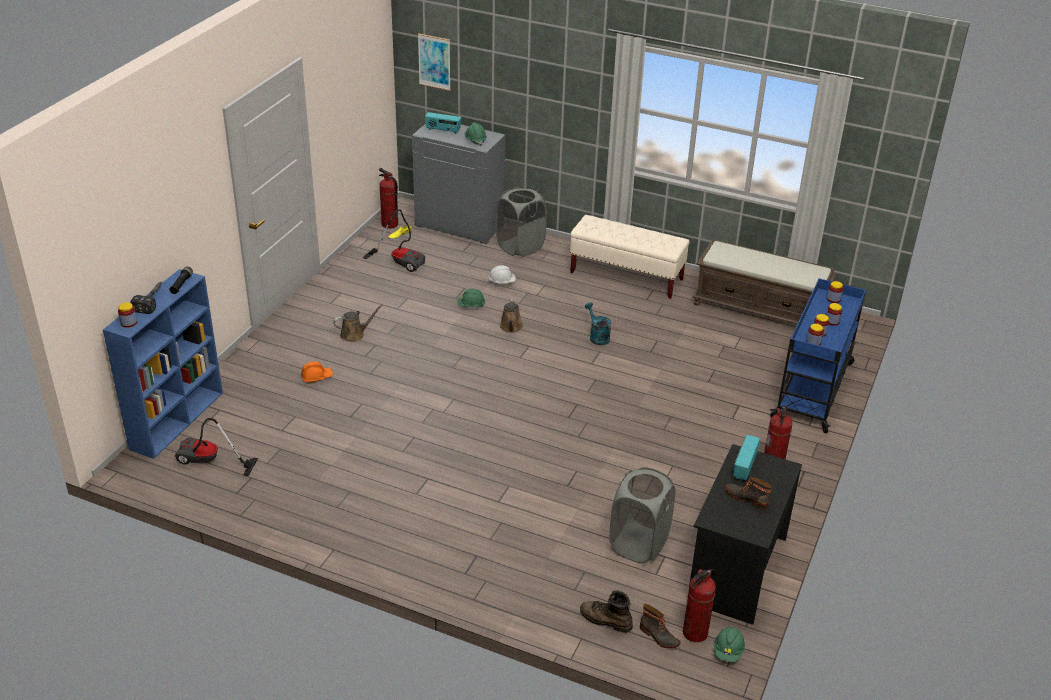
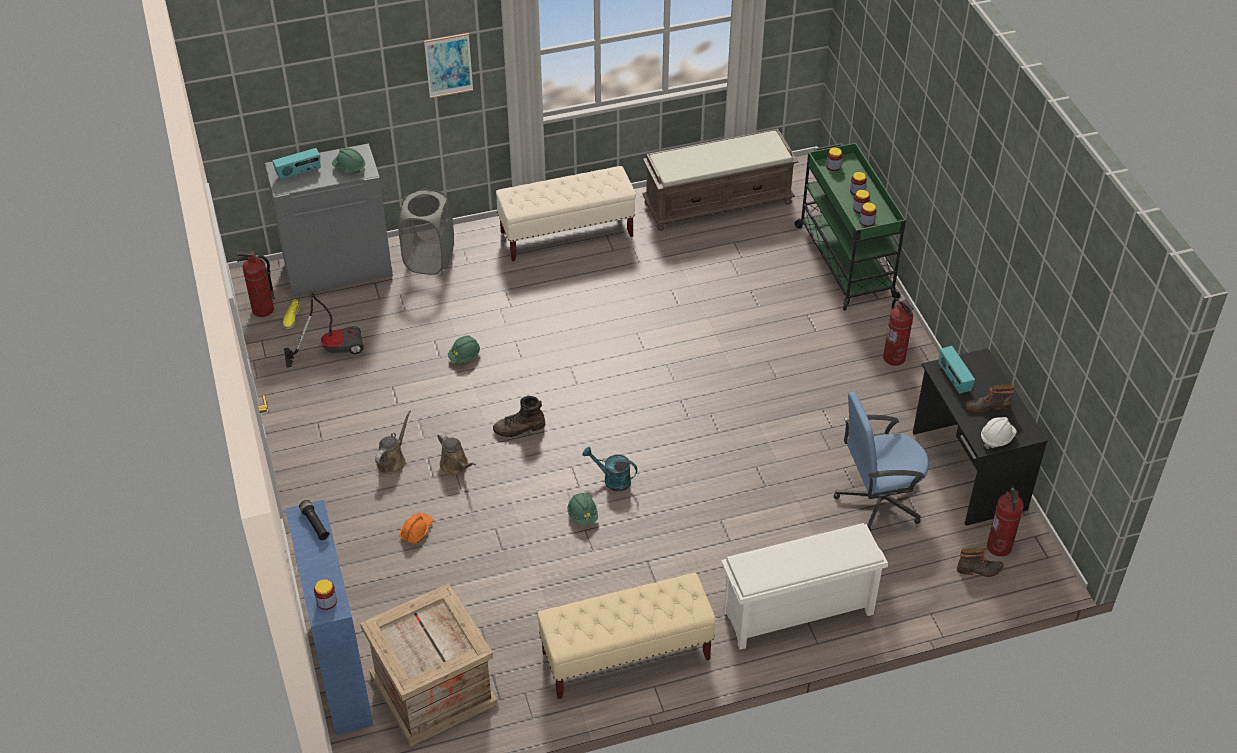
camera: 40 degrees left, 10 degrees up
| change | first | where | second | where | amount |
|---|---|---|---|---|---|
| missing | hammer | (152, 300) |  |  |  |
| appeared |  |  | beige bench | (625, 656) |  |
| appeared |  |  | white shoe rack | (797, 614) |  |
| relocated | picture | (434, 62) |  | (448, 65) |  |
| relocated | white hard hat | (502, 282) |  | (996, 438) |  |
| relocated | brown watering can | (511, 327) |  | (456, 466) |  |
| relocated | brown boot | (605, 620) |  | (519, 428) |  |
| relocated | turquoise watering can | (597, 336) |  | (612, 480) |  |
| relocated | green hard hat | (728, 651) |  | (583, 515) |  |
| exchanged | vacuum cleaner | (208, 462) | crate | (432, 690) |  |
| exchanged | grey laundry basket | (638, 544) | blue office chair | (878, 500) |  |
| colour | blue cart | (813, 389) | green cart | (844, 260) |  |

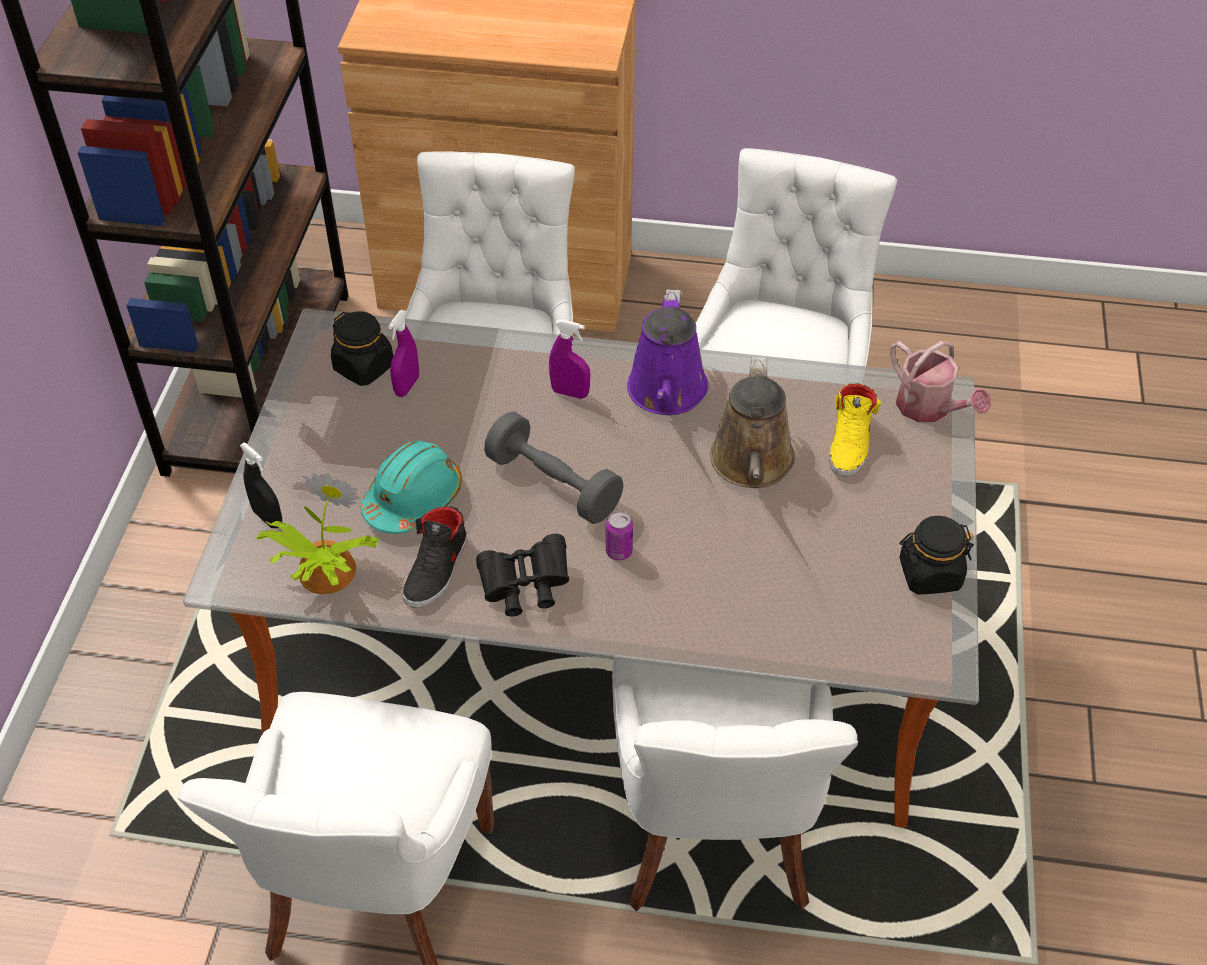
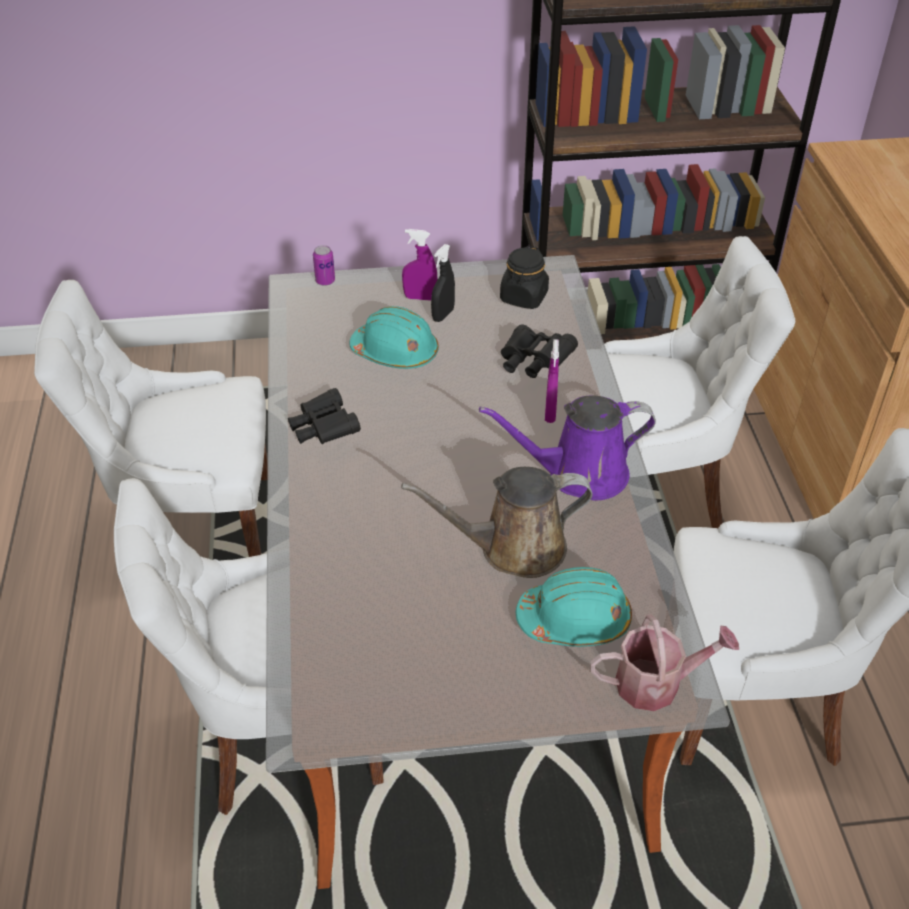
camera: 75 degrees right, 5 degrees down
| change | first | where | second | where | amount |
|---|---|---|---|---|---|
| missing | potted plant | (323, 572) |  |  |  |
| missing | black shoe | (437, 569) |  |  |  |
| missing | grey dumbbell | (553, 484) |  |  |  |
| missing | black jar | (929, 574) |  |  |  |
| appeared |  |  | black binoculars | (533, 363) |  |
| relocated | black spray bottle | (268, 518) |  | (443, 315) |  |
| relocated | purple spray bottle | (407, 386) |  | (420, 298) |  |
| relocated | can | (619, 551) |  | (325, 281) |  |
| exchanged | yellow shoe | (850, 443) | turquoise hard hat | (574, 620) |  |
| spun | watering can | (929, 408) |  | (657, 683) | 135 degrees counterclockwise |

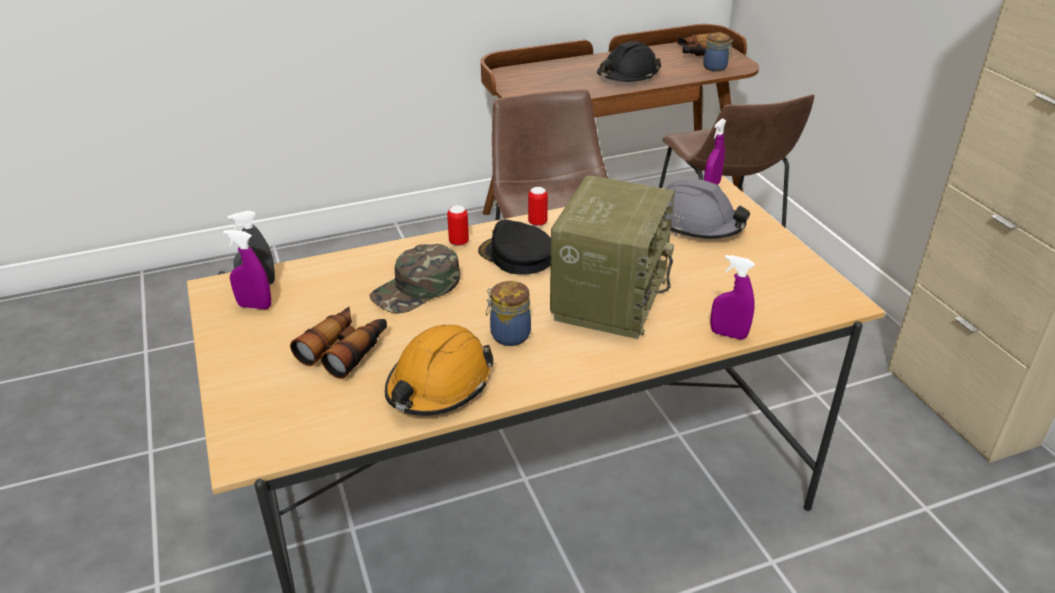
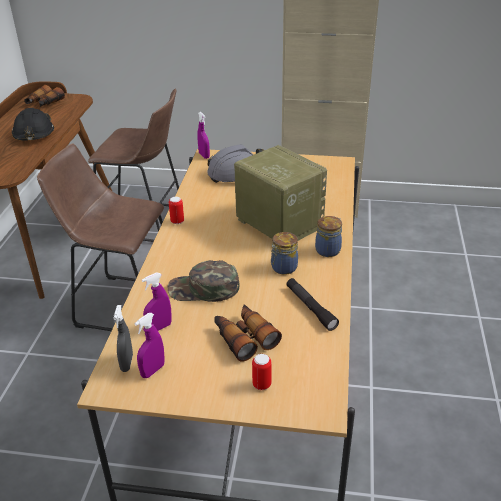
camera: 60 degrees left, 0 degrees up
| change | first | where | second | where | amount |
|---|---|---|---|---|---|
| missing | black cap | (517, 256) |  |  |  |
| relocated | can | (459, 242) |  | (262, 384) |  |
| relocated | jar | (716, 68) |  | (328, 250) |  |
| relocated | purple spray bottle | (728, 334) |  | (159, 328) |  |
| exchanged | orange hard hat | (439, 385) | black flashlight | (310, 308) |  |
| spun | green cap | (417, 289) |  | (203, 289) | 105 degrees clockwise |

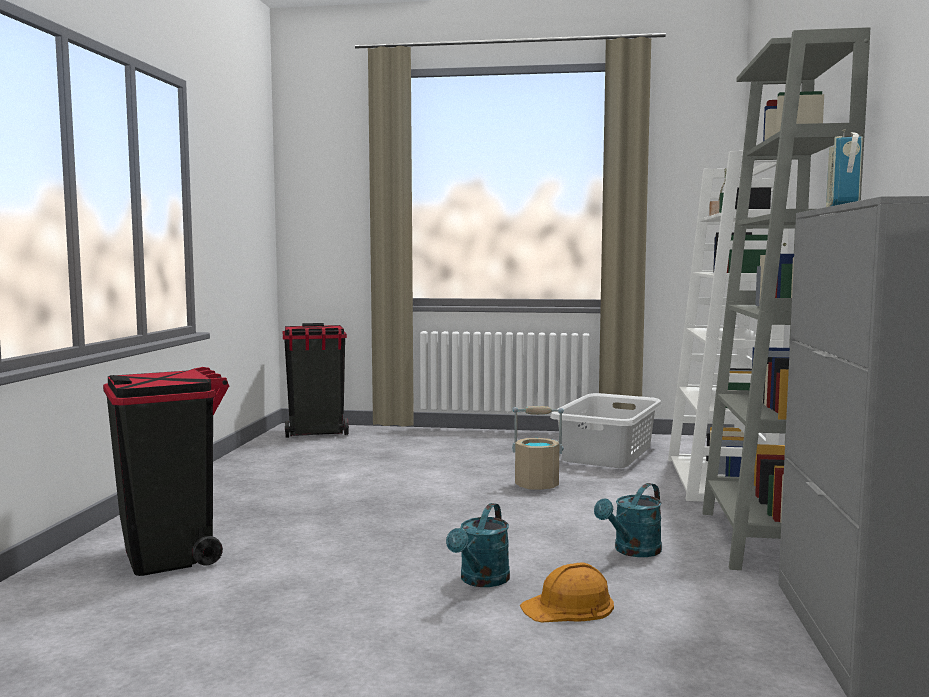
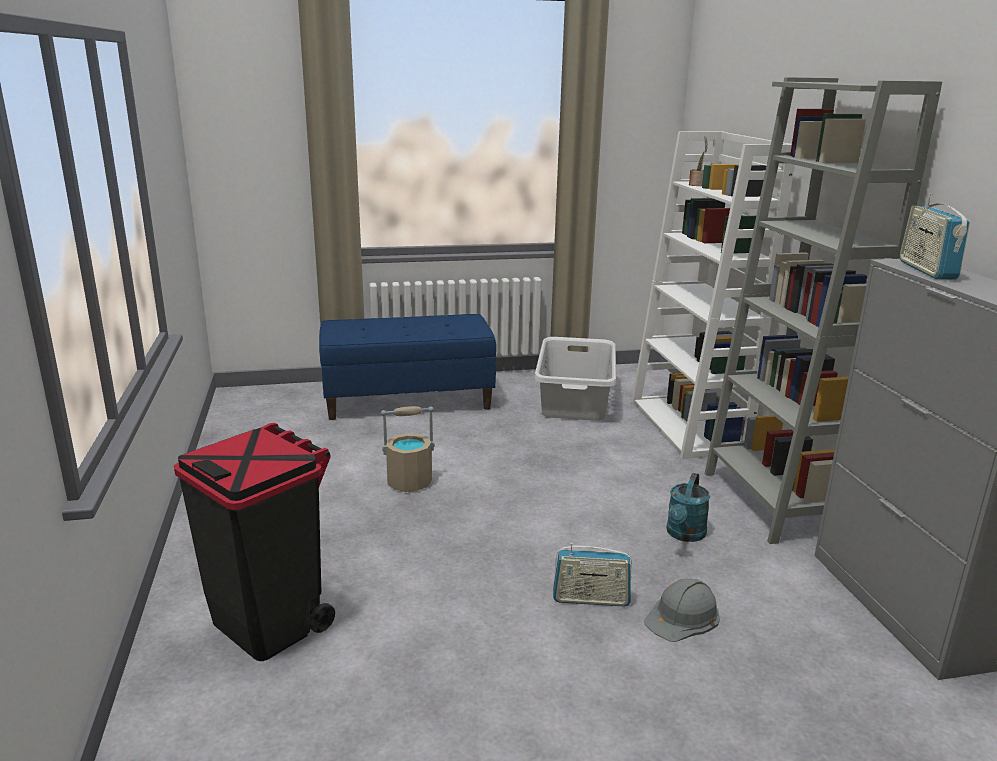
camera: 20 degrees left, 15 degrees up
| change | first | where | second | where | amount |
|---|---|---|---|---|---|
| missing | black trash can | (316, 433) |  |  |  |
| appeared |  |  | blue bench | (408, 400) |  |
| relocated | beige bucket | (537, 485) |  | (410, 482) |  |
| exchanged | turquoise watering can | (481, 581) | radio | (591, 599) |  |
| colour | orange hard hat | (569, 606) | grey hard hat | (683, 616) |  |

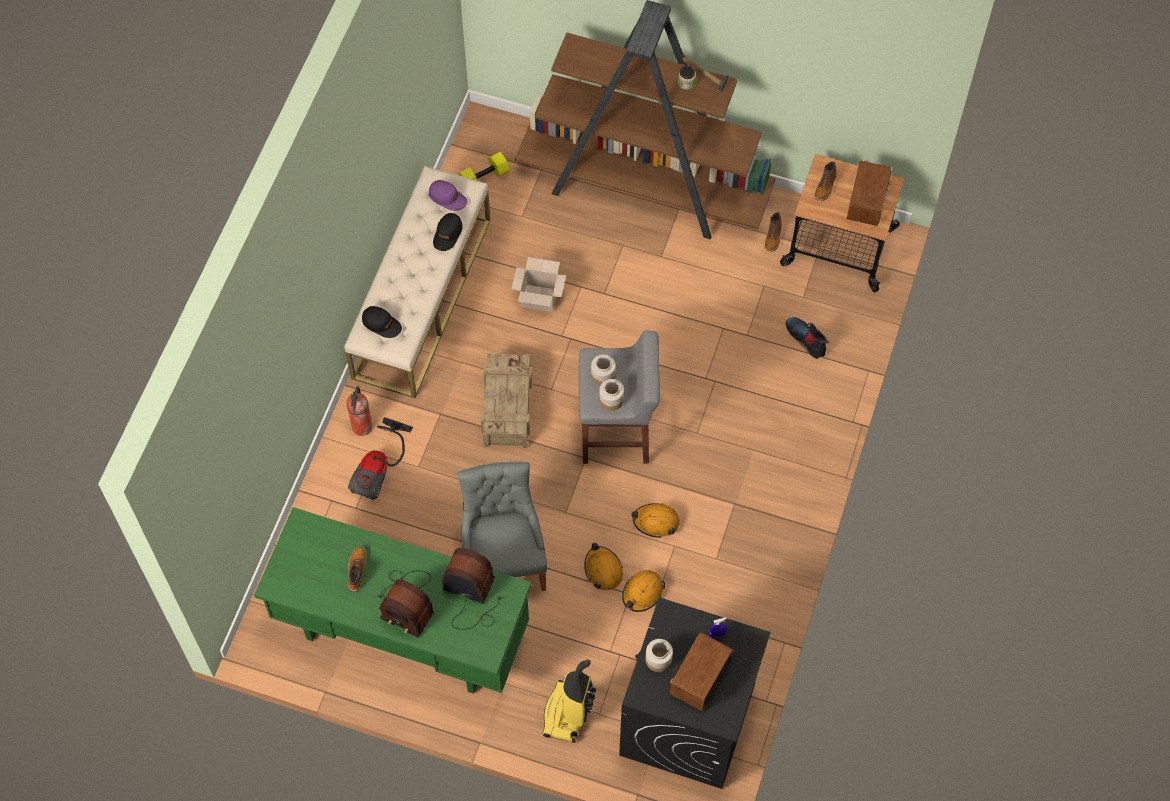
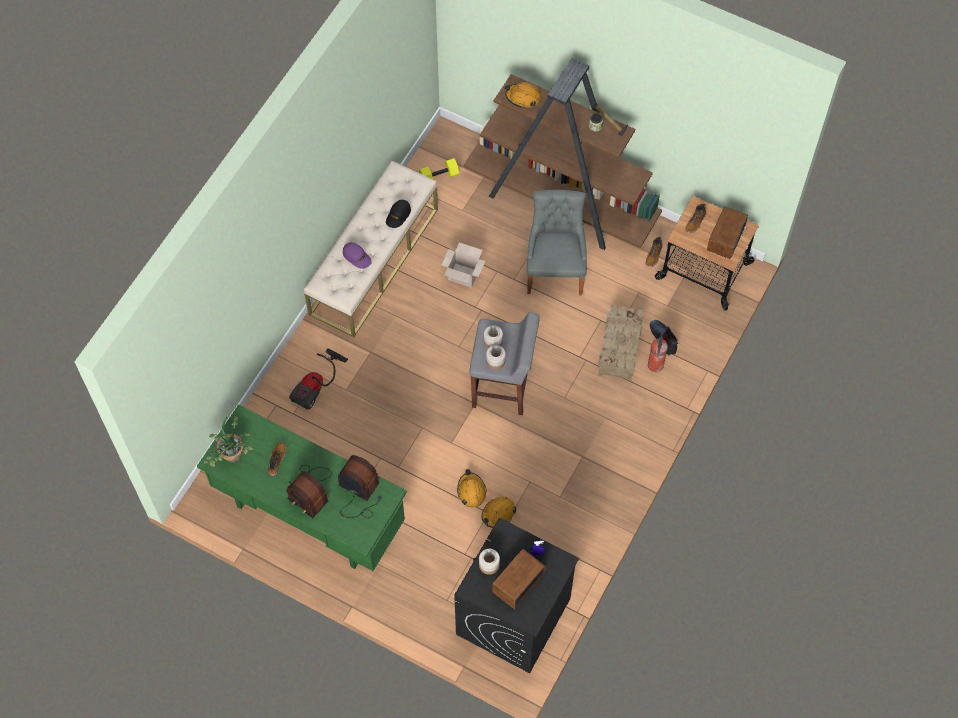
camera: 10 degrees right, 0 degrees up
| change | first | where | second | where | amount |
|---|---|---|---|---|---|
| missing | black cap | (382, 324) |  |  |  |
| missing | vacuum cleaner | (567, 713) |  |  |  |
| appeared |  |  | potted plant | (231, 459) |  |
| relocated | fire extinguisher | (362, 428) |  | (655, 366) |  |
| relocated | purple cap | (448, 197) |  | (357, 257) |  |
| relocated | grey chair | (504, 561) |  | (555, 271) |  |
| relocated | crate | (506, 407) |  | (619, 347) |  |
| relocated | orange hard hat | (656, 521) |  | (523, 97) |  |

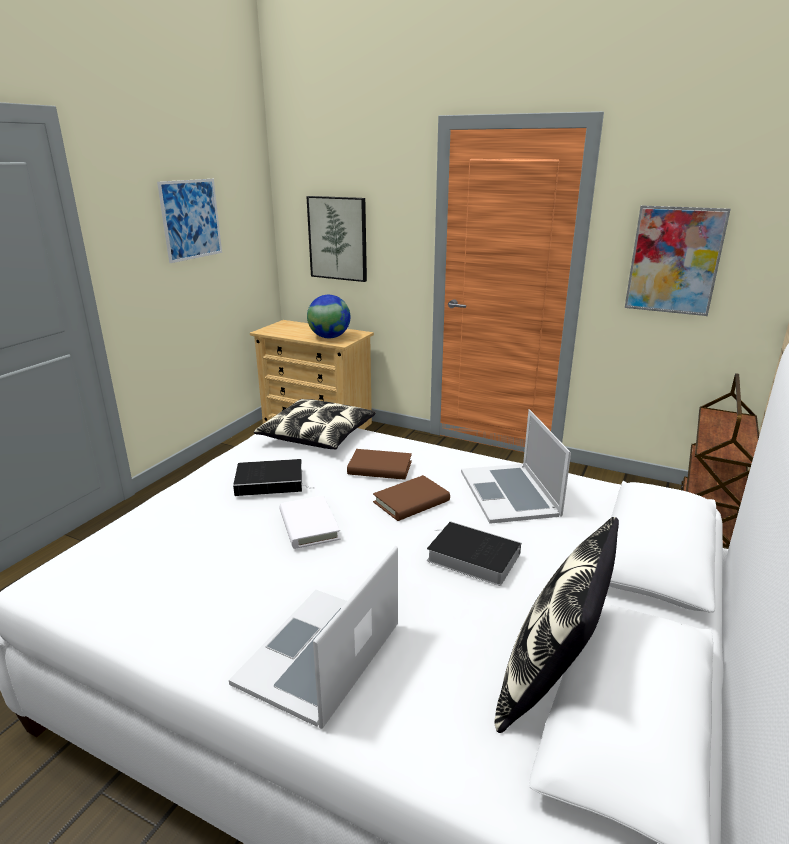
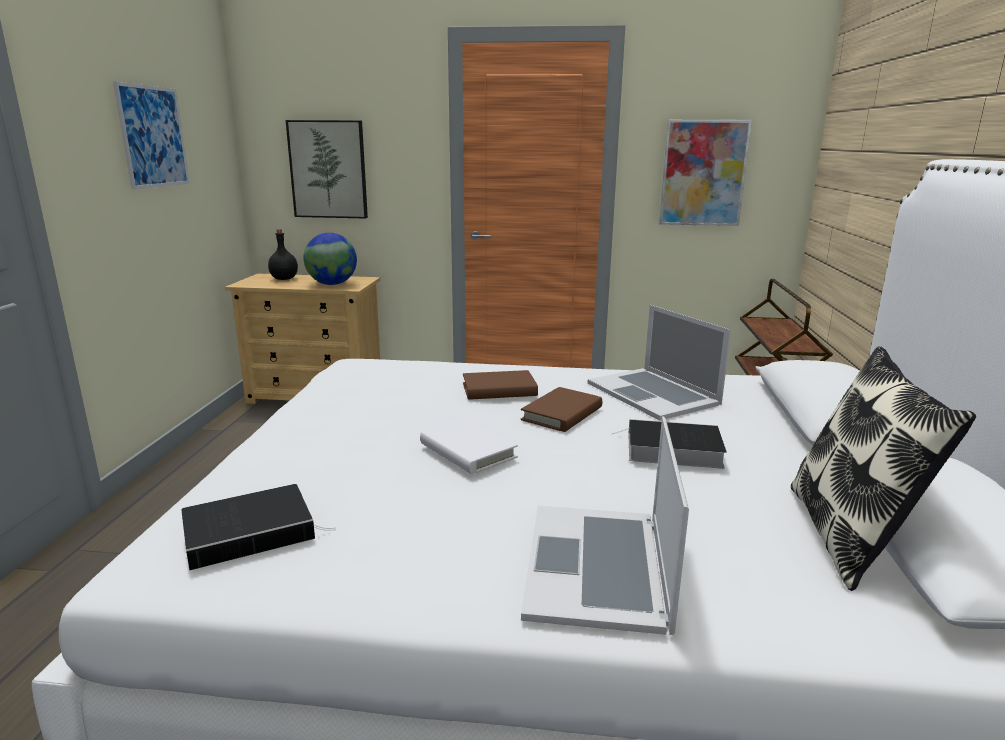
camera: 20 degrees left, 5 degrees down
| change | first | where | second | where | amount |
|---|---|---|---|---|---|
| missing | pillow | (317, 435) |  |  |  |
| appeared |  |  | black bottle | (283, 279) |  |
| relocated | book | (272, 481) |  | (253, 531) |  |

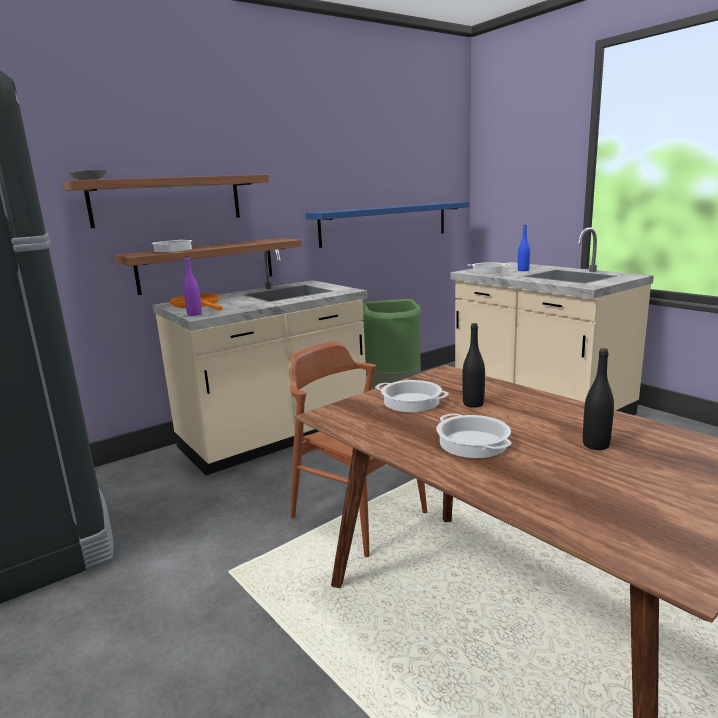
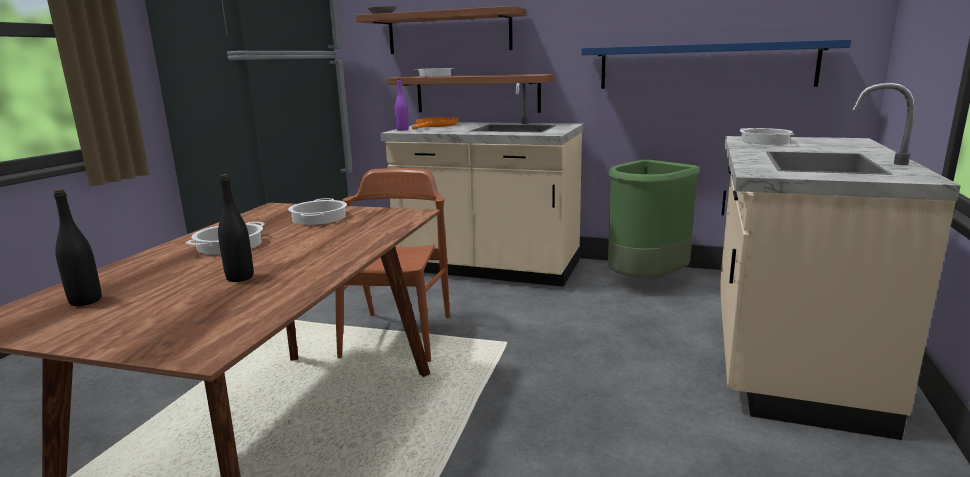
camera: 55 degrees right, 0 degrees up
| change | first | where | second | where | amount |
|---|---|---|---|---|---|
| missing | blue bottle | (523, 270) |  |  |  |
| relocated | black bottle | (473, 404) |  | (85, 301) |  |

